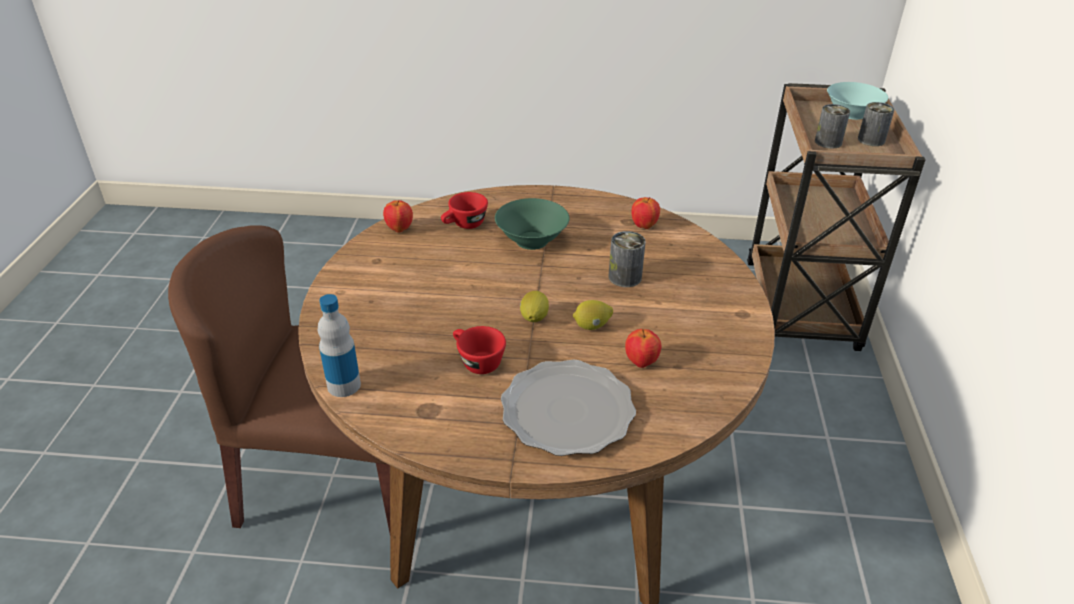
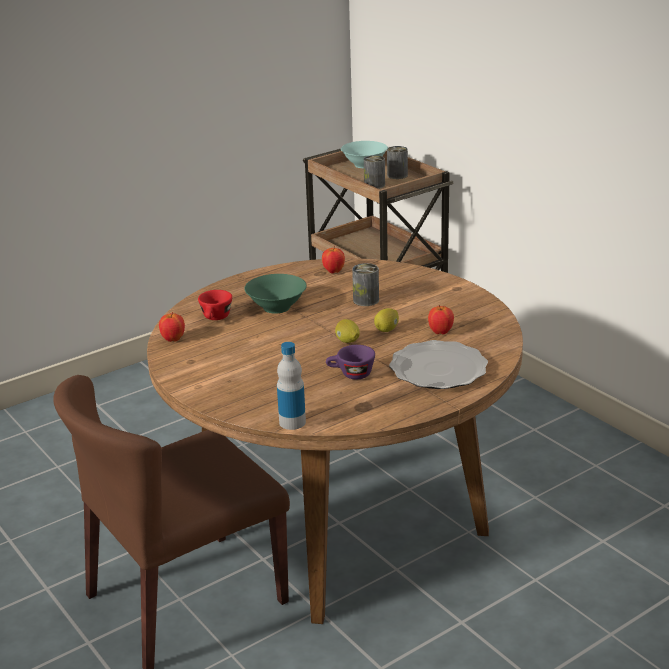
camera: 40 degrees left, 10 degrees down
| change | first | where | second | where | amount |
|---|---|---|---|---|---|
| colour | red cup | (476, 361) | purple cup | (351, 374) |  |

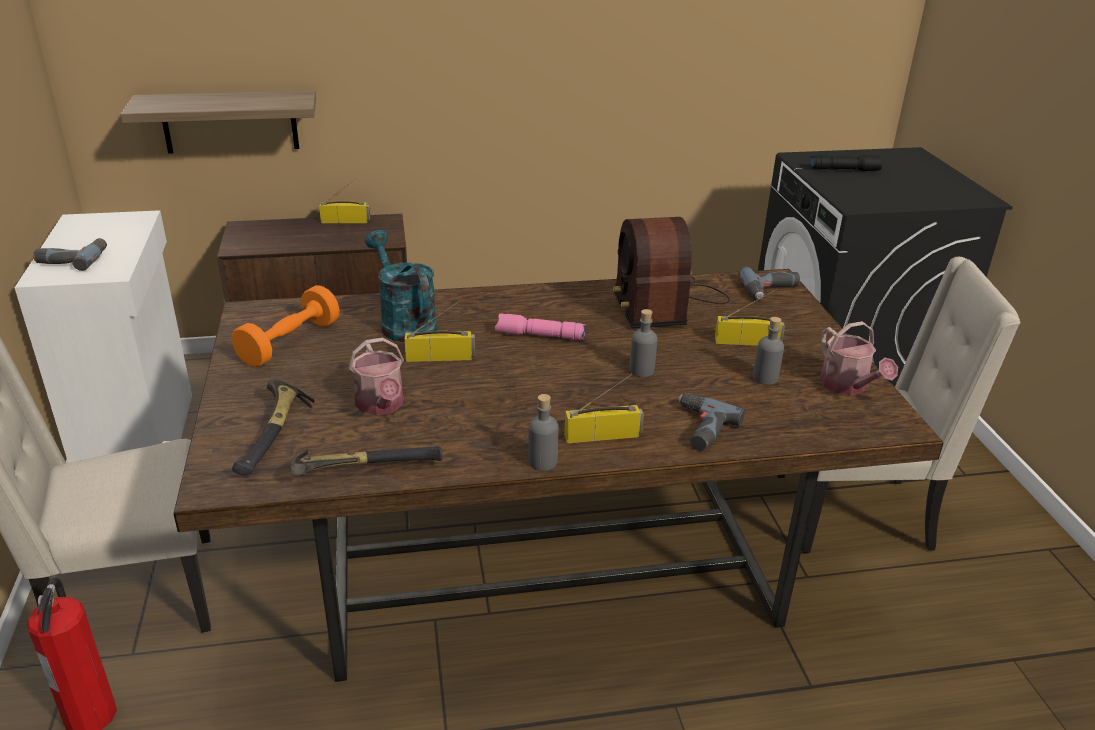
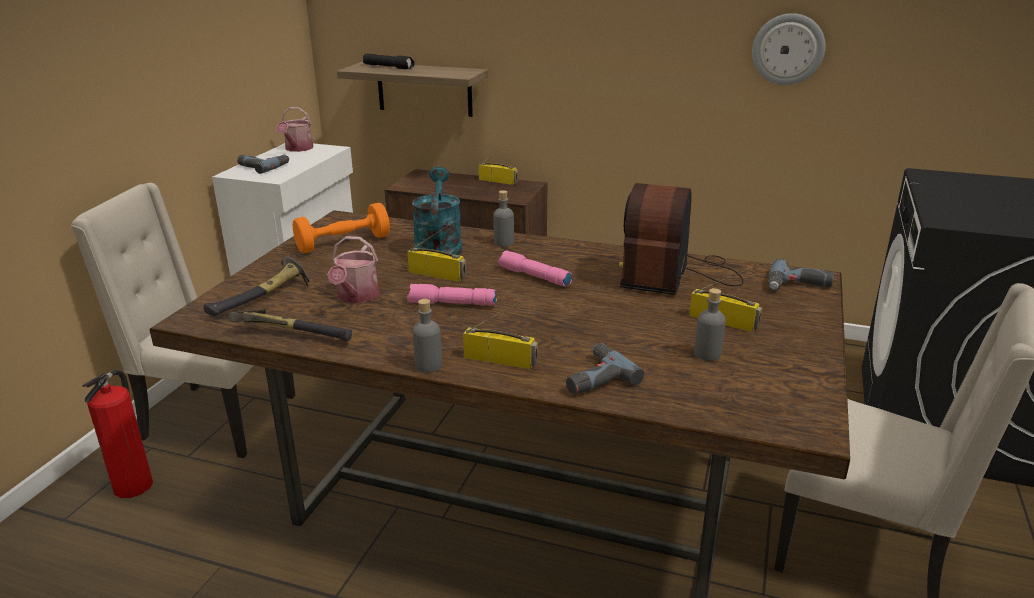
camera: 30 degrees right, 5 degrees down
| change | first | where | second | where | amount |
|---|---|---|---|---|---|
| appeared |  |  | pink flashlight | (451, 304) |  |
| appeared |  |  | wall clock | (788, 49) |  |
| relocated | grey bottle | (641, 370) |  | (504, 242) |  |
| relocated | black flashlight | (844, 169) |  | (389, 67) |  |
| relocated | watering can | (848, 386) |  | (297, 149) |  |

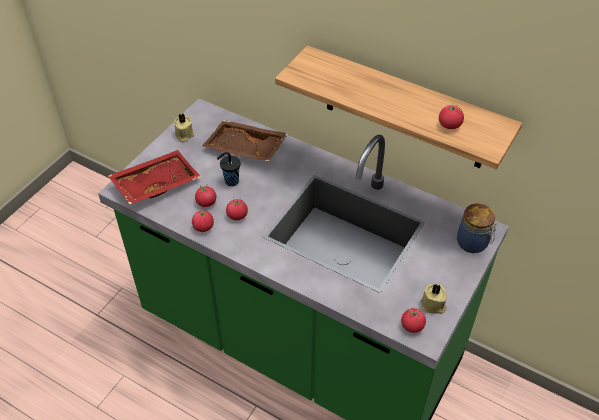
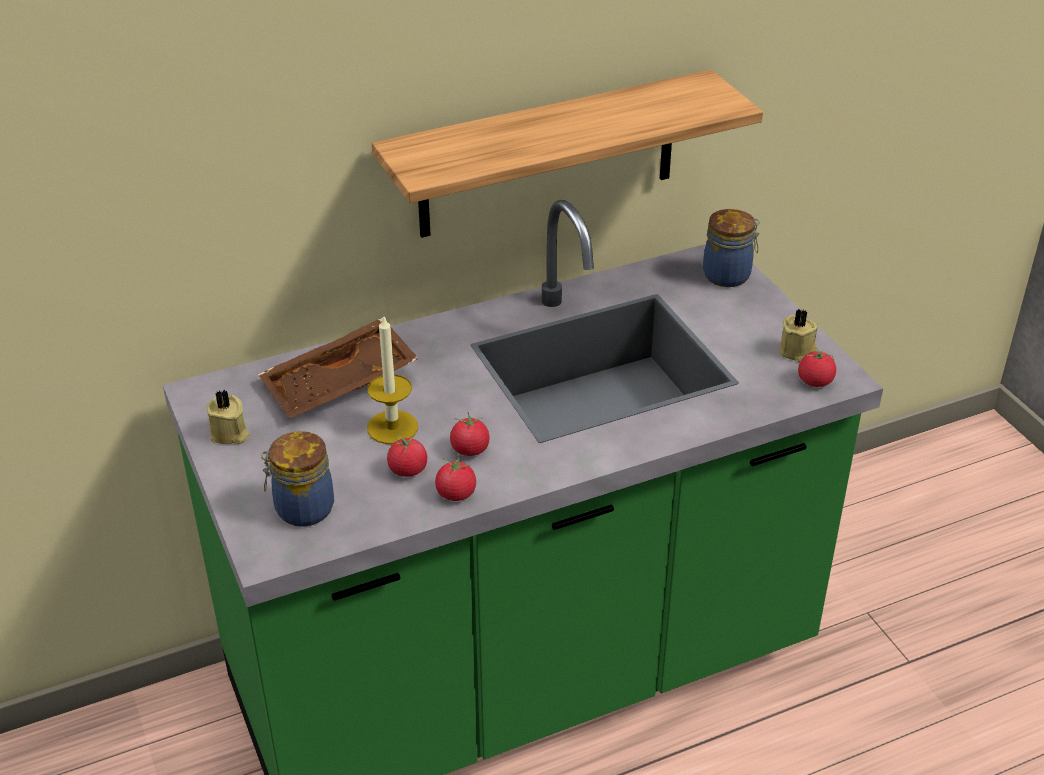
camera: 55 degrees left, 10 degrees down
| change | first | where | second | where | amount |
|---|---|---|---|---|---|
| missing | tomato | (449, 125) |  |  |  |
| exchanged | red tray | (155, 183) | jar | (302, 509) |  |
| exchanged | black cup | (230, 181) | candle | (392, 427) |  |

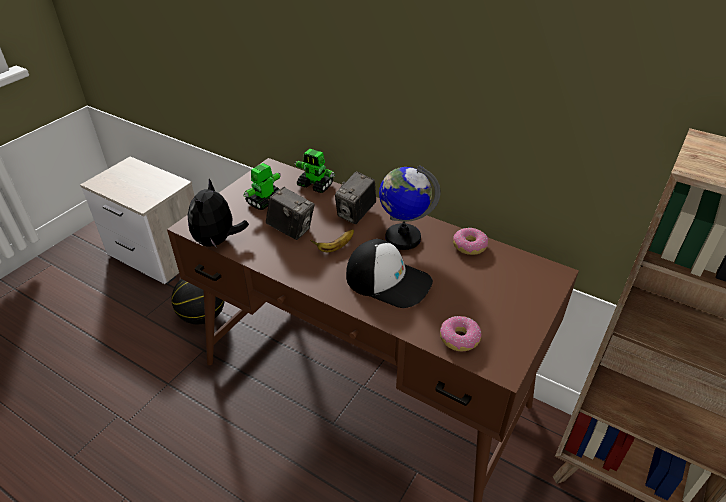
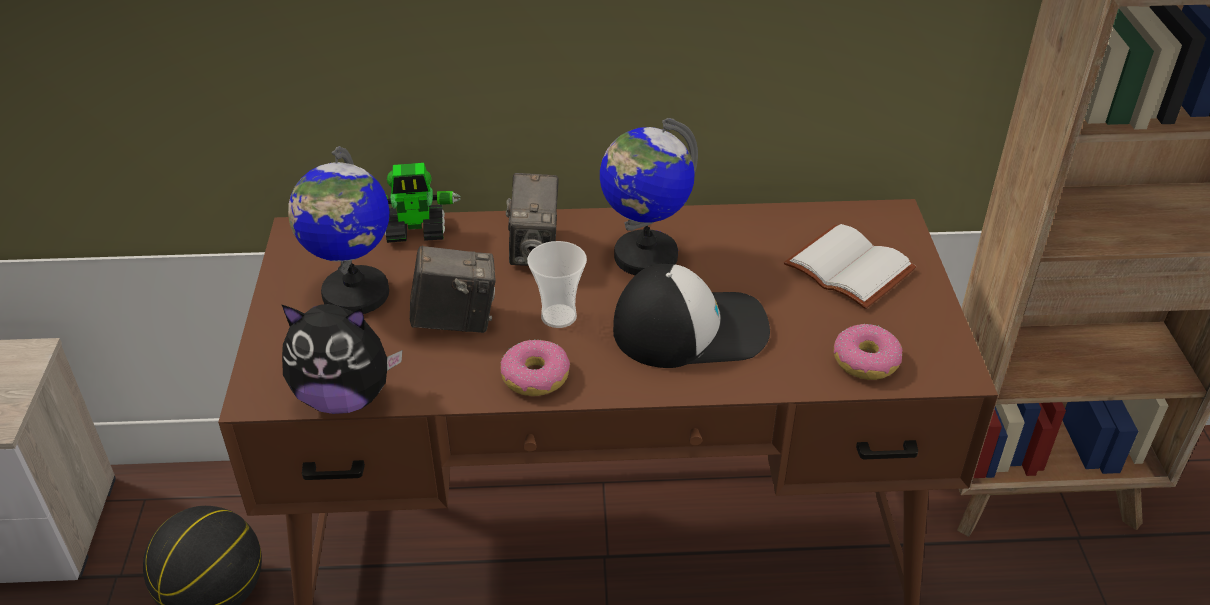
camera: 35 degrees left, 0 degrees up
| change | first | where | second | where | amount |
|---|---|---|---|---|---|
| appeared |  |  | white book | (845, 269) |  |
| relocated | donut | (469, 246) |  | (535, 377) |  |
| exchanged | toy robot | (264, 201) | globe | (354, 294) |  |
| exchanged | banana | (335, 247) | cup | (559, 316) |  |
| spun | plush toy | (218, 241) |  | (345, 397) | 60 degrees counterclockwise |

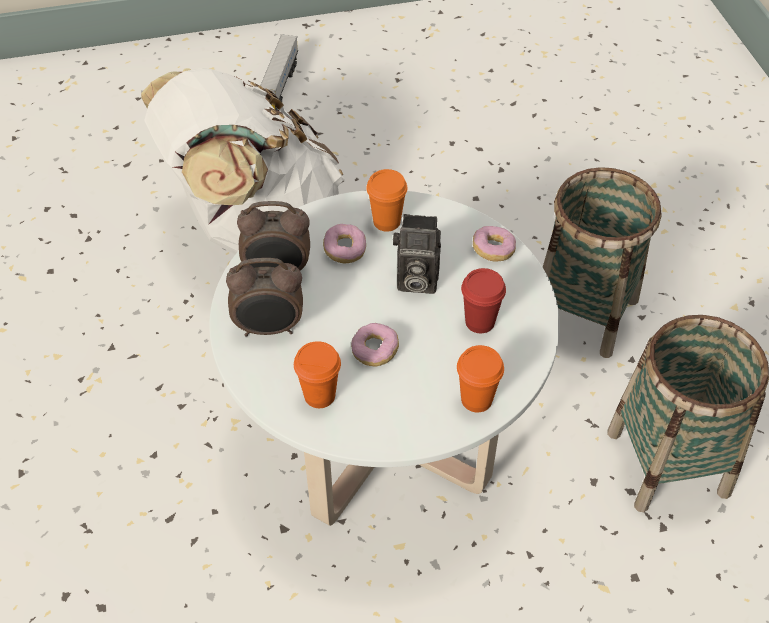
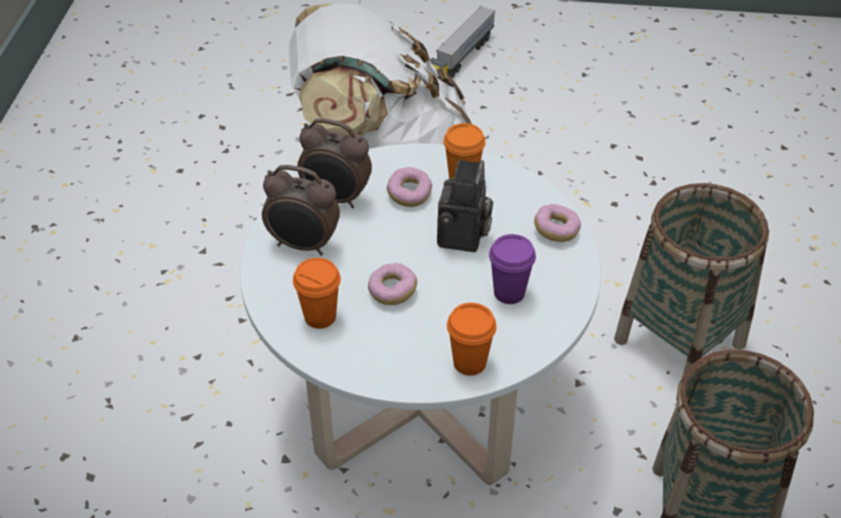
camera: 20 degrees right, 5 degrees down
| change | first | where | second | where | amount |
|---|---|---|---|---|---|
| colour | red cup | (479, 322) | purple cup | (509, 293) |  |
| spun | photo camera | (415, 280) |  | (463, 238) | 105 degrees counterclockwise |

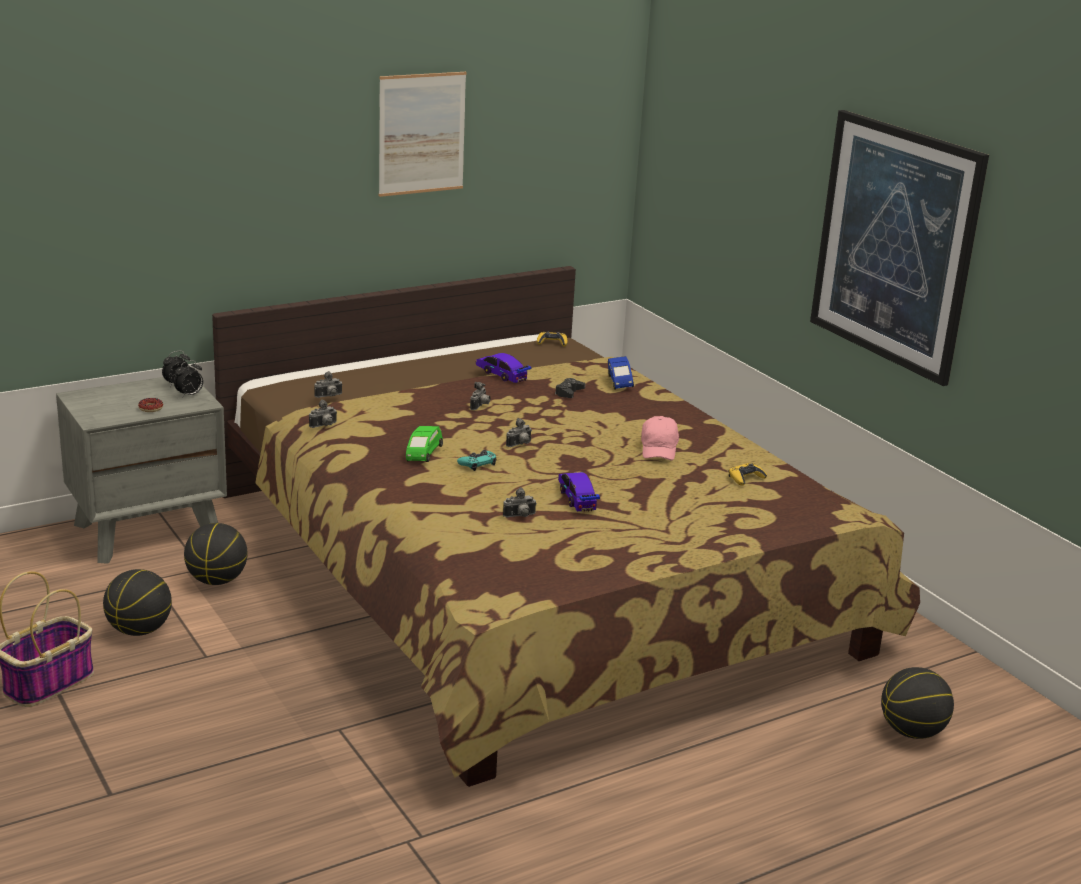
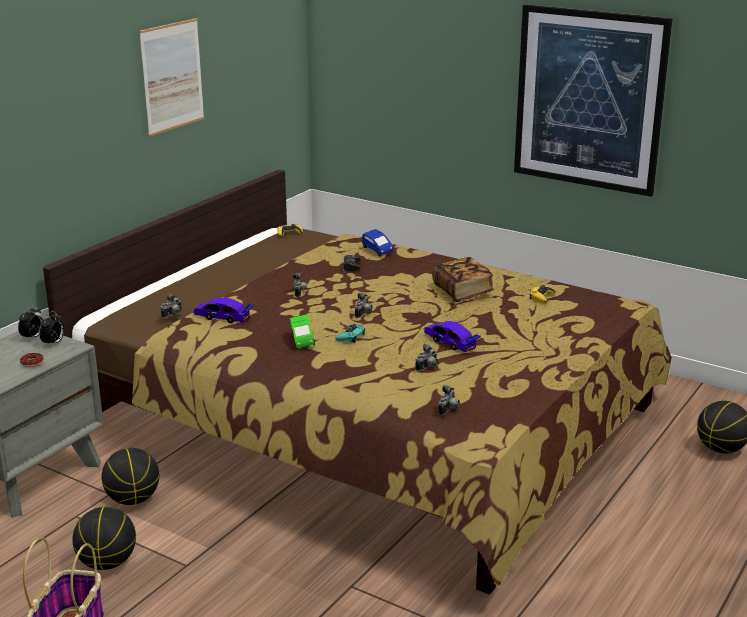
camera: 25 degrees left, 0 degrees up
| change | first | where | second | where | amount |
|---|---|---|---|---|---|
| relocated | photo camera | (324, 426) |  | (449, 410) |  |
| relocated | toy car | (501, 374) |  | (222, 317) |  |
| exchanged | pink cap | (659, 449) | book | (462, 292) |  |

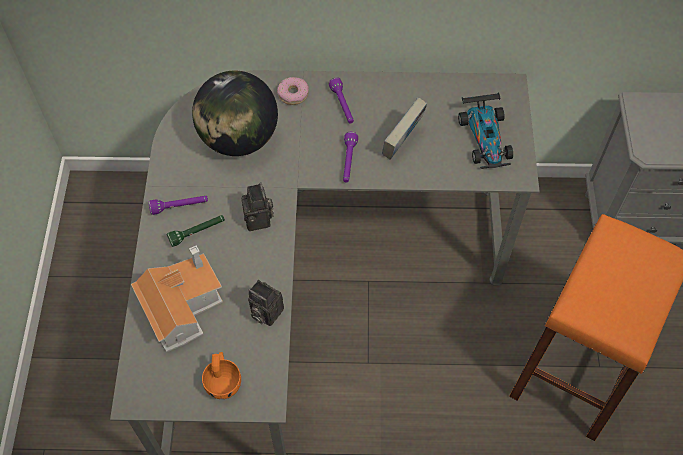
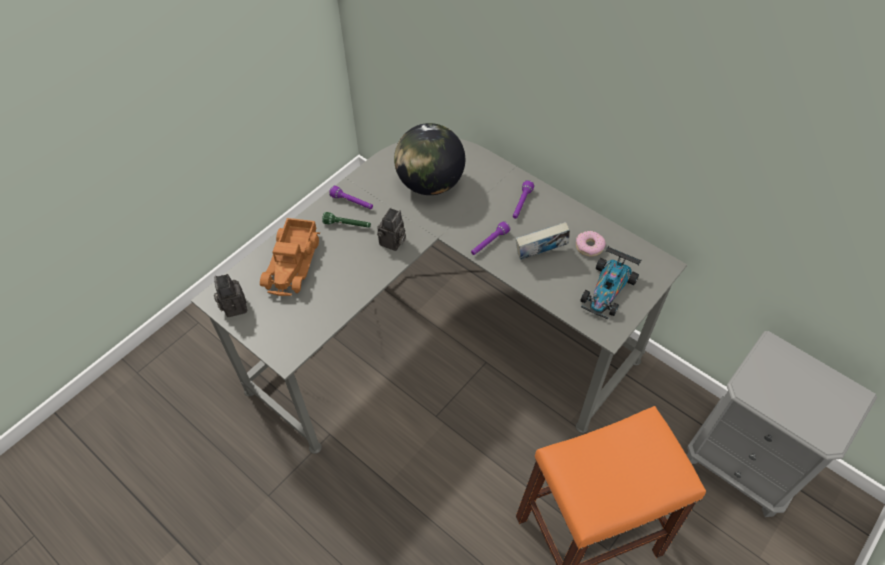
camera: 40 degrees right, 5 degrees down
| change | first | where | second | where | amount |
|---|---|---|---|---|---|
| missing | orange cup | (223, 381) |  |  |  |
| relocated | photo camera | (265, 312) |  | (233, 306) |  |
| relocated | donut | (293, 94) |  | (589, 246) |  |
| exchanged | toy house | (181, 306) | toy truck | (294, 263) |  |

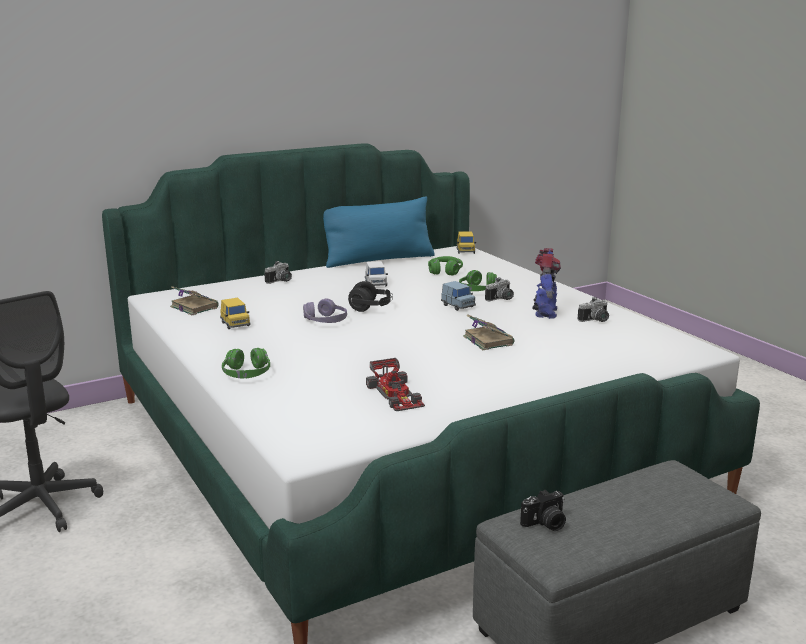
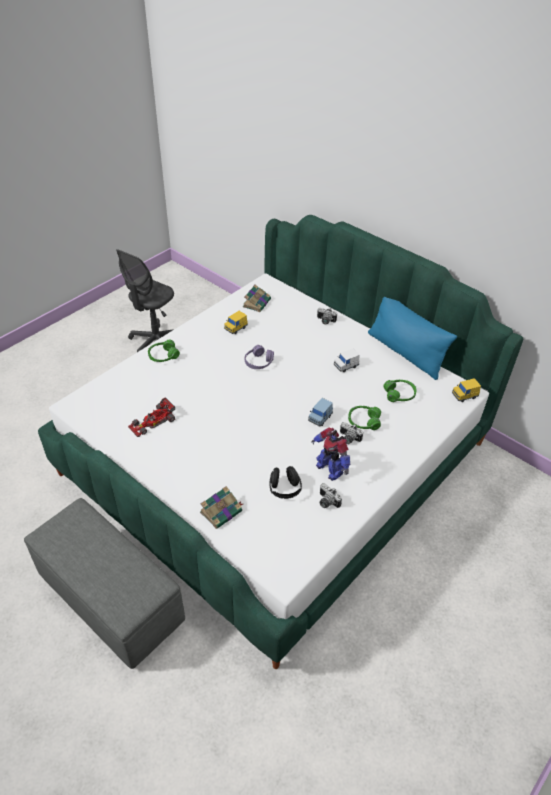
camera: 70 degrees right, 25 degrees up
| change | first | where | second | where | amount |
|---|---|---|---|---|---|
| missing | photo camera | (545, 524) |  |  |  |
| relocated | black headphones | (371, 308) |  | (284, 489) |  |
| relocated | book | (487, 340) |  | (222, 511) |  |
| spun | toy robot | (544, 313) |  | (329, 469) | 60 degrees clockwise |

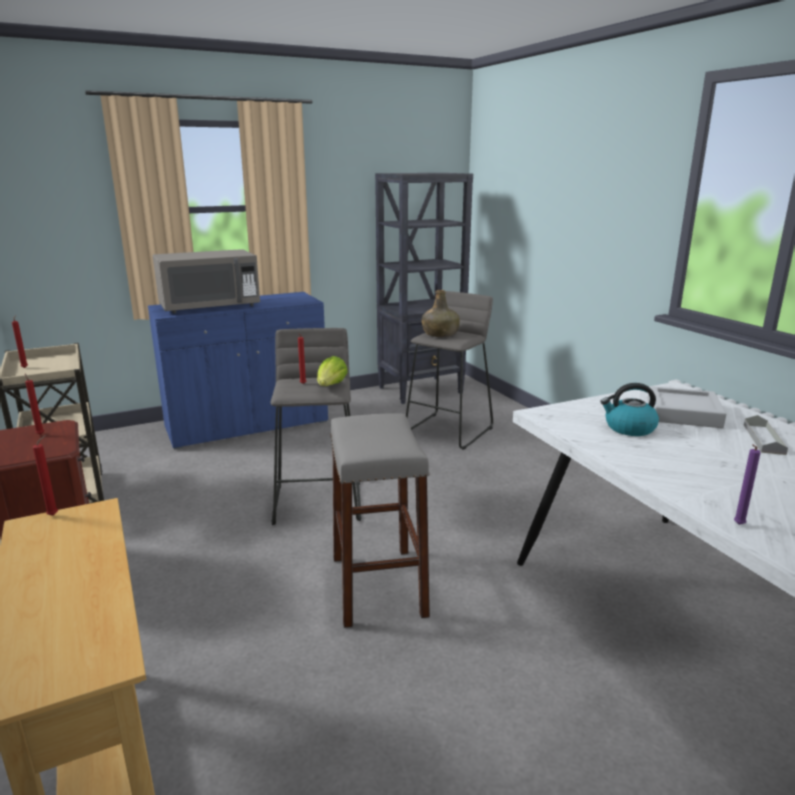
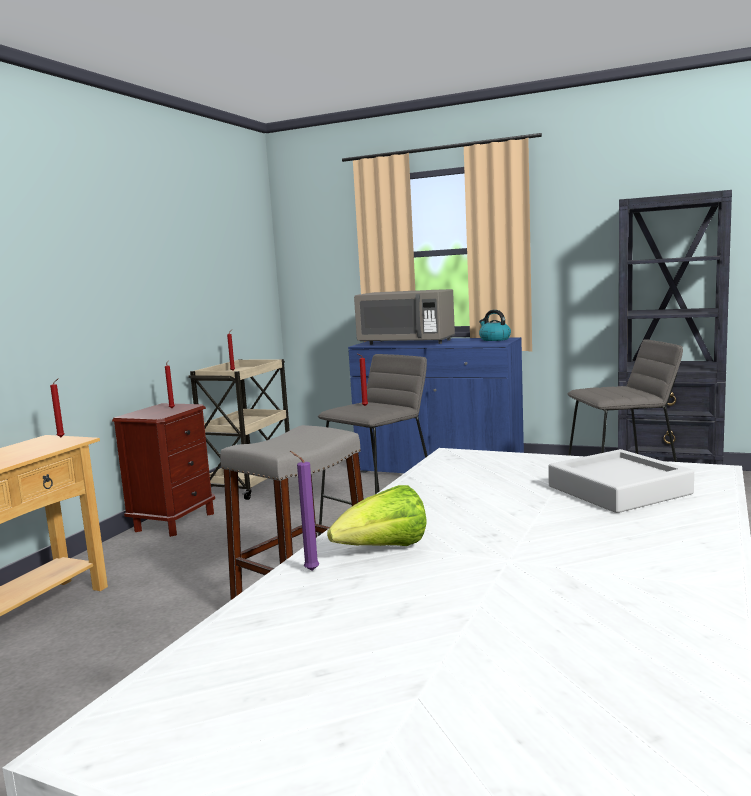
camera: 50 degrees right, 10 degrees down
| change | first | where | second | where | amount |
|---|---|---|---|---|---|
| missing | green bottle | (440, 334) |  |  |  |
| missing | grey tray | (763, 439) |  |  |  |
| relocated | lettuce | (331, 387) |  | (384, 550) |  |
| relocated | kettle | (629, 428) |  | (494, 339) |  |

